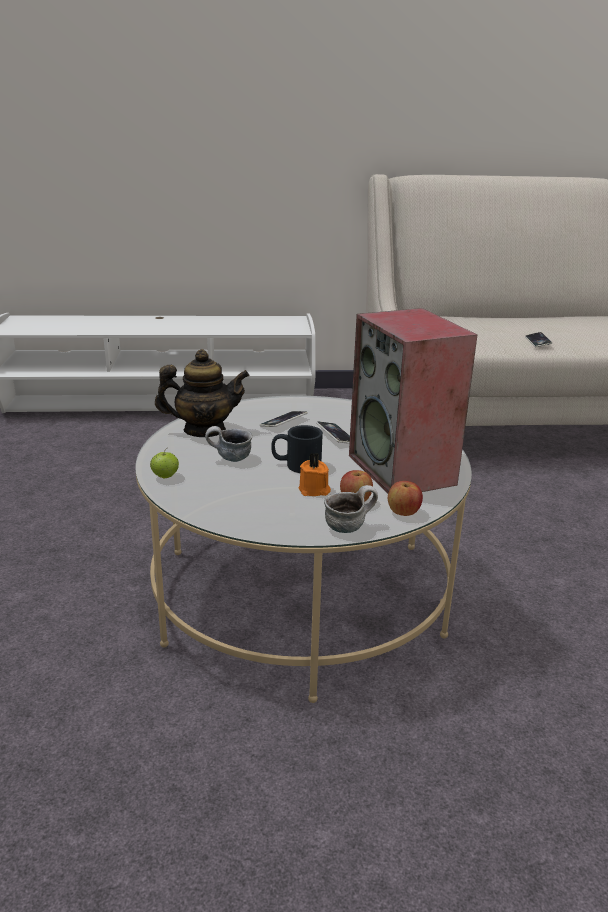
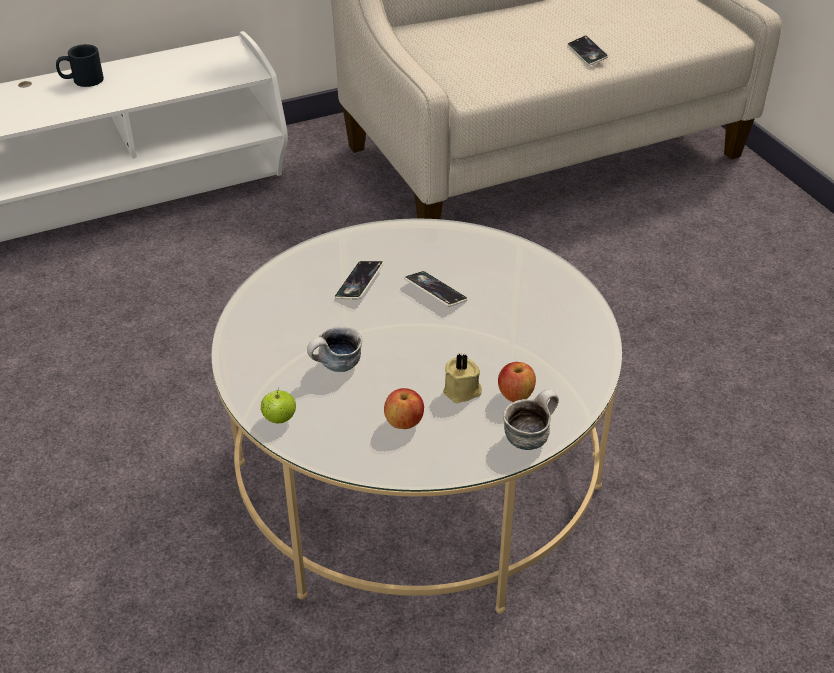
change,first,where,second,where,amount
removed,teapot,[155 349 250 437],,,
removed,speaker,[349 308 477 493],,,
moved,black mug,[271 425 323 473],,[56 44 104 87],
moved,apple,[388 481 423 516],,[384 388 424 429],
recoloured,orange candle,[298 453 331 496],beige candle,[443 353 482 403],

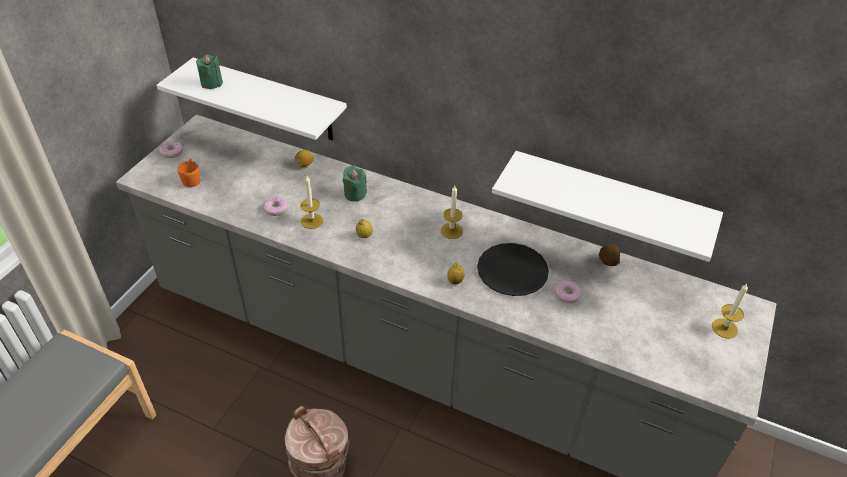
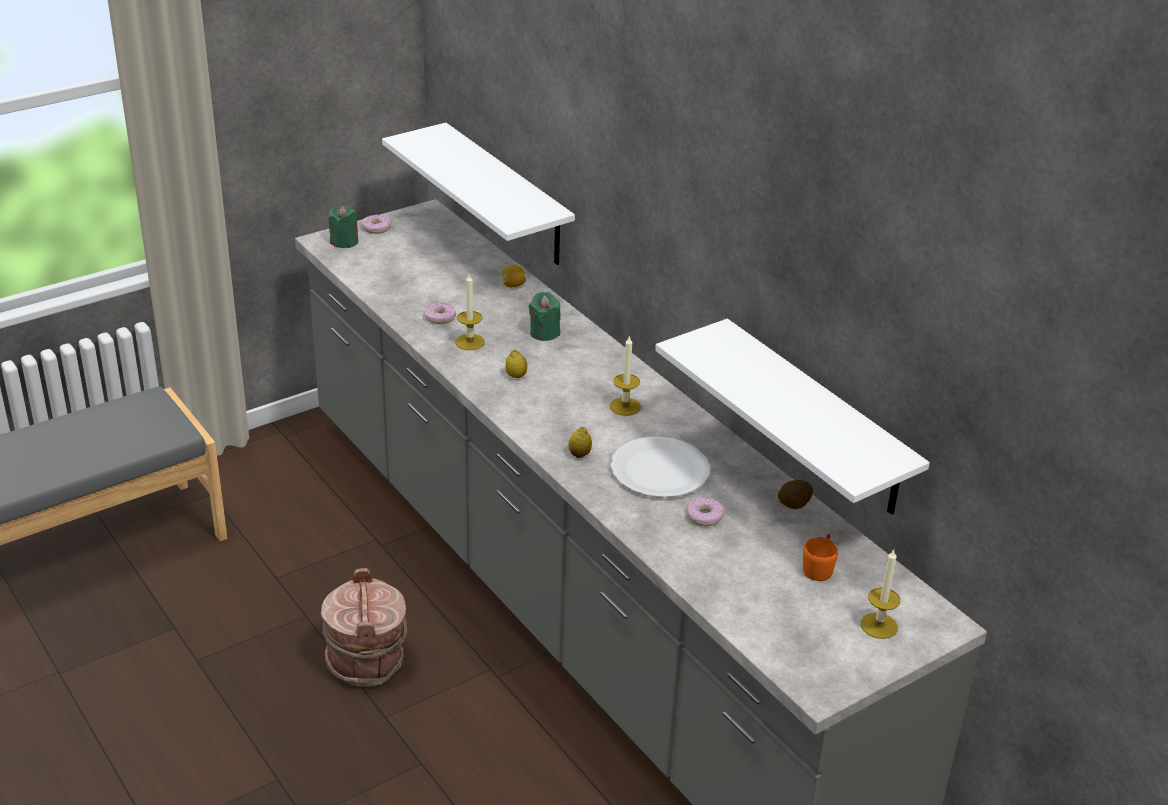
change,first,where,second,where,amount
moved,orange mug,[178 159 200 187],,[803 534 838 581],
moved,green candle,[196 55 223 89],,[329 206 358 248],
recoloured,black plate,[477 243 549 296],white plate,[610 436 710 498],

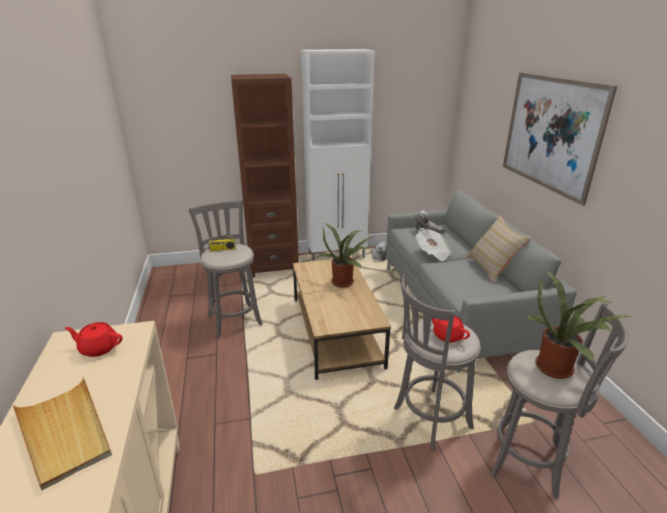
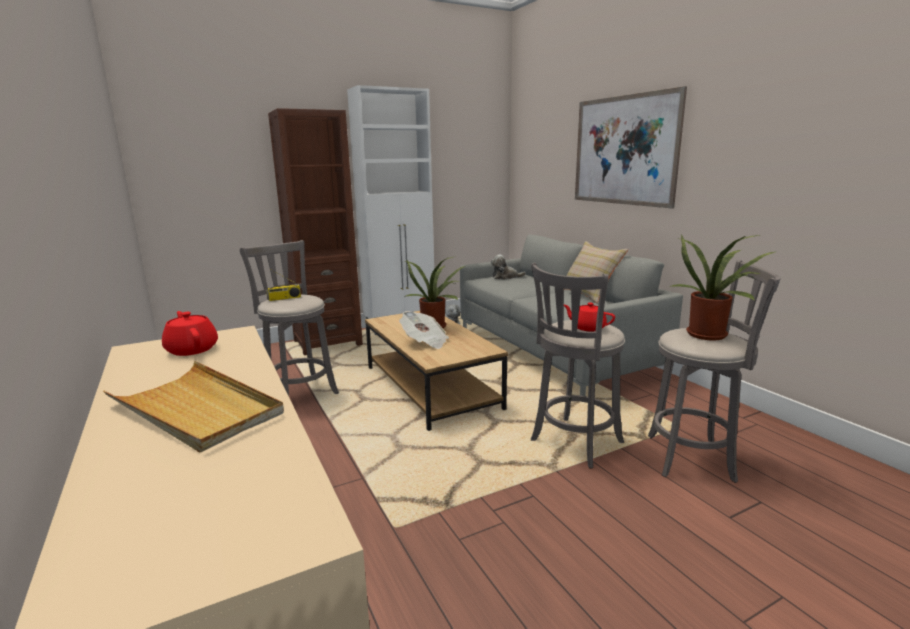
change,first,where,second,where,amount
moved,newspaper,[416 228 451 261],,[399 311 449 349],
turned,red teapot,[65 322 123 357],,[162 311 218 356],60 degrees clockwise

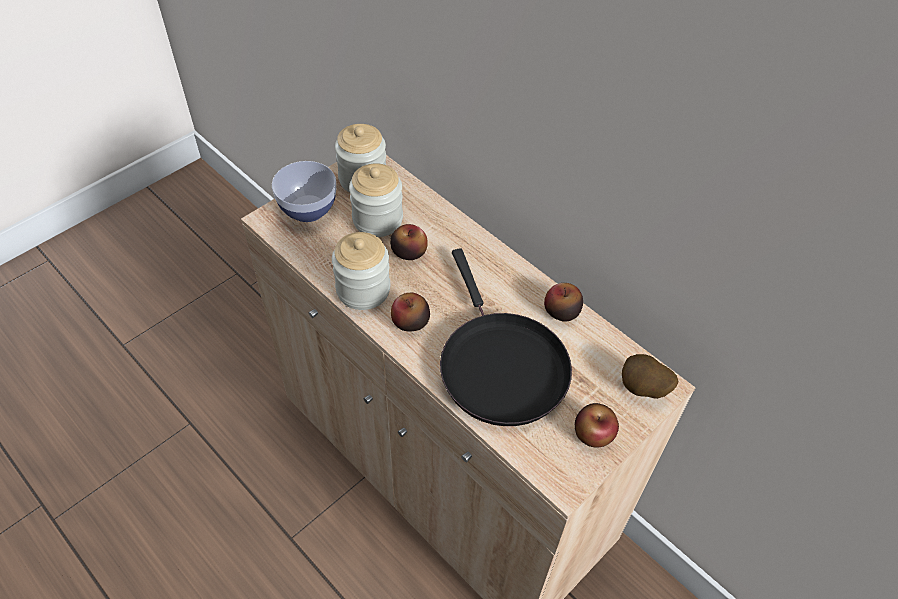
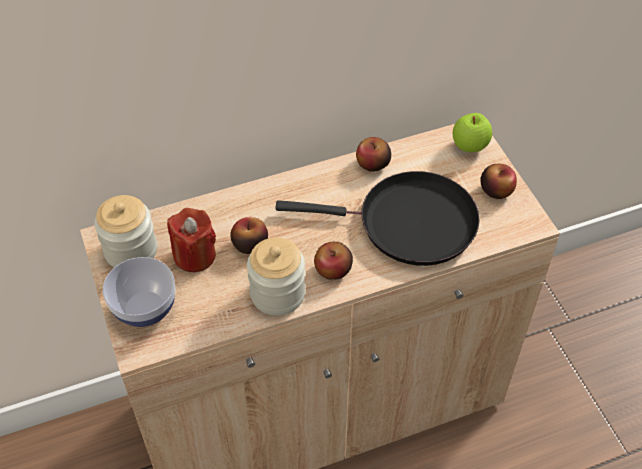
change,first,where,second,where,amount
replaced,jar,[349 163 403 237],red candle,[167 208 216 272],
replaced,potato,[622 354 678 399],apple,[453 113 492 152],

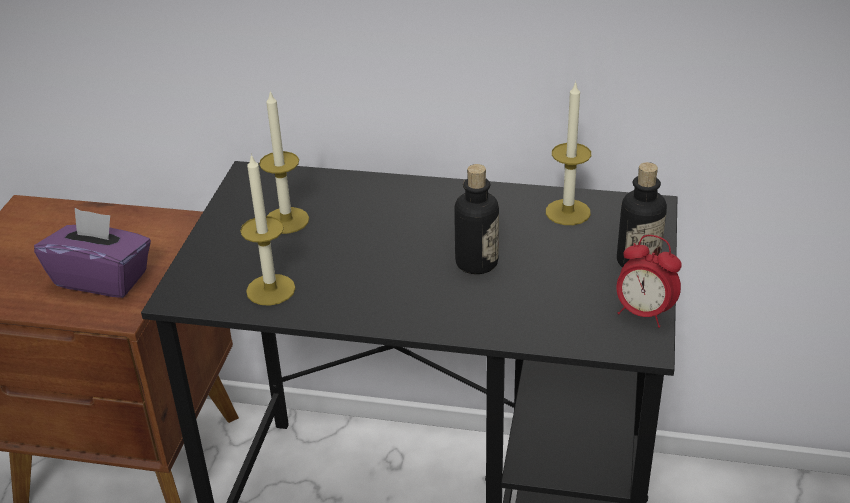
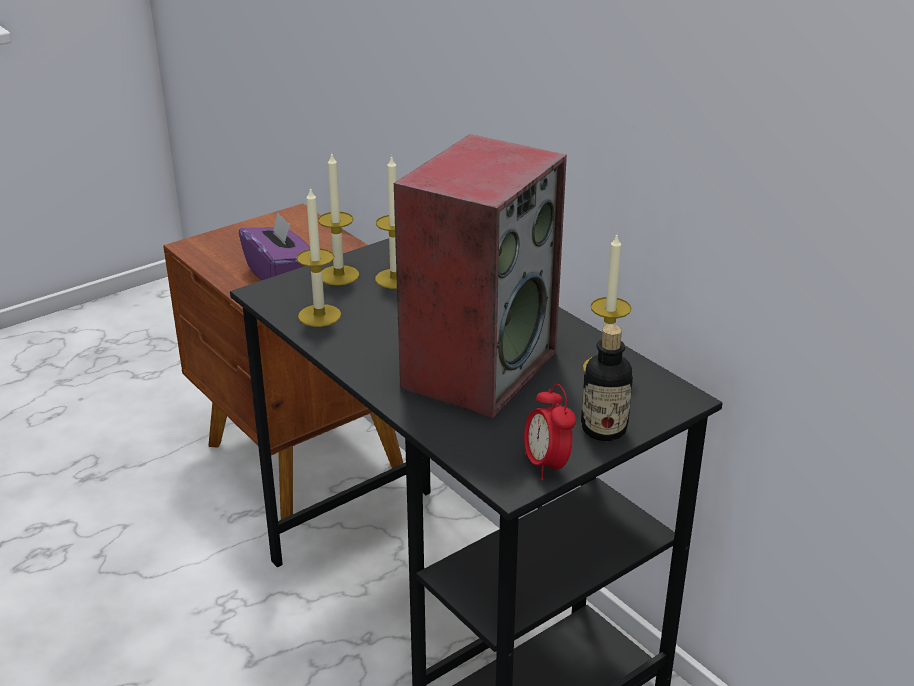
change,first,where,second,where,amount
added,,,candle,[318 153 359 285],
replaced,bottle,[454 164 499 274],speaker,[394 134 567 419],

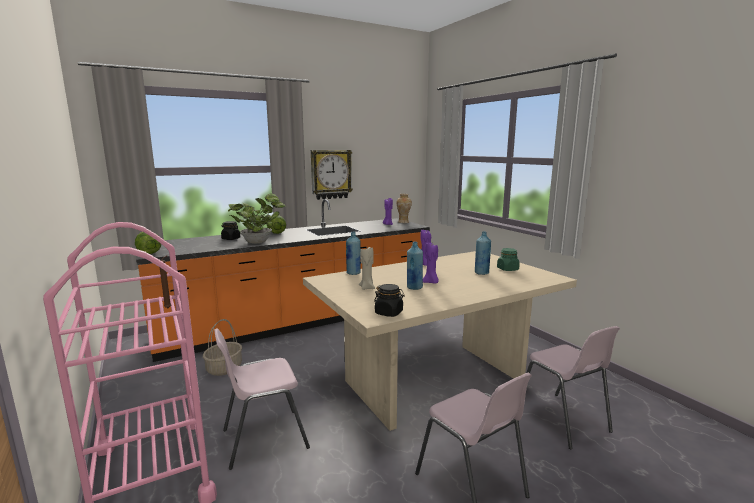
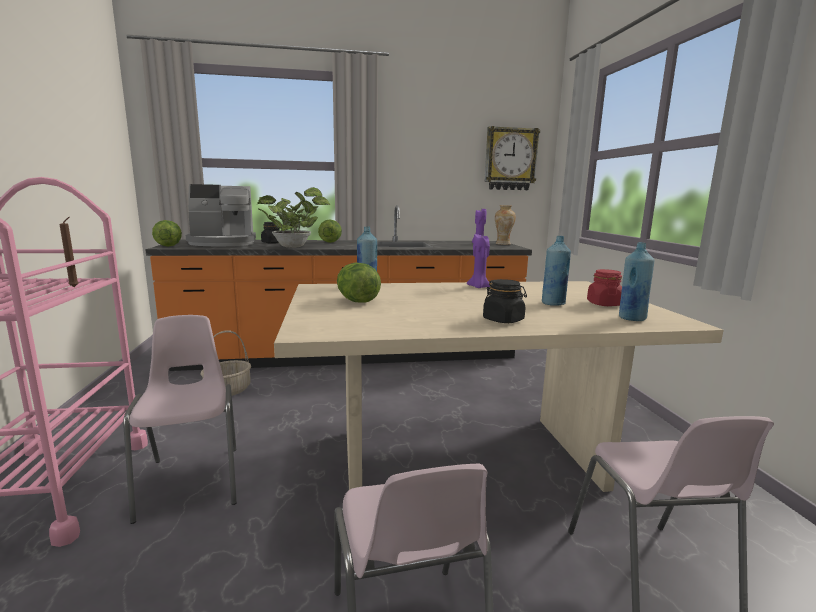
change,first,where,second,where,amount
removed,purple candle,[423 243 439 283],,,
added,,,coffee machine,[186 184 256 246],
moved,wall clock,[311 150 353 200],,[484 126 540 190],
moved,black jar,[374 284 405 317],,[483 279 527 323],
moved,blue bottle,[407 242 423 290],,[619 242 654 321],
replaced,beige candle,[359 247 375 290],lettuce,[337 263 381 303],
recoloured,green jar,[497 248 520 271],red jar,[587 269 622 306],
turned,pink chair,[215 328 310 470],,[123 315 237 524],75 degrees clockwise

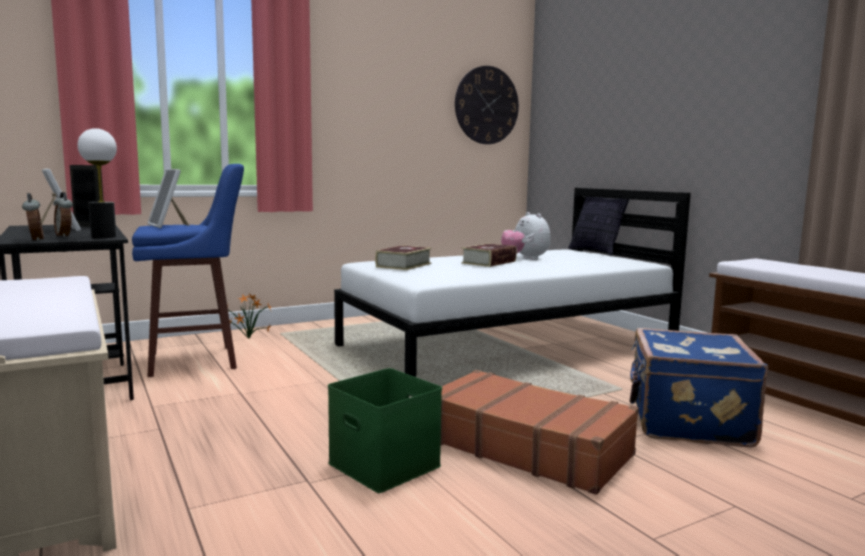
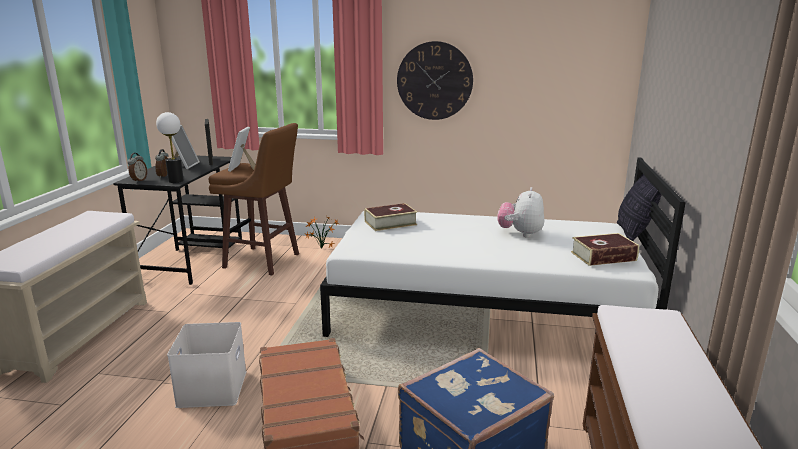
change,first,where,second,where,amount
moved,wall clock,[455 66 519 144],,[397 41 473 120],
moved,book,[461 243 517 267],,[571 233 639 266],
recoloured,blue stool,[132 164 244 377],brown stool,[208 123 299 275],
recoloured,green storage box,[328 368 442 493],white storage box,[167 322 246 408],

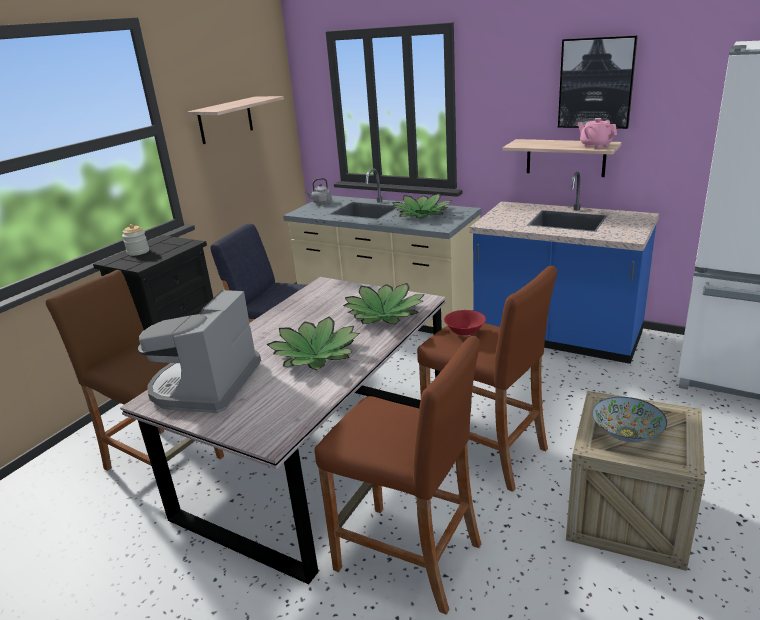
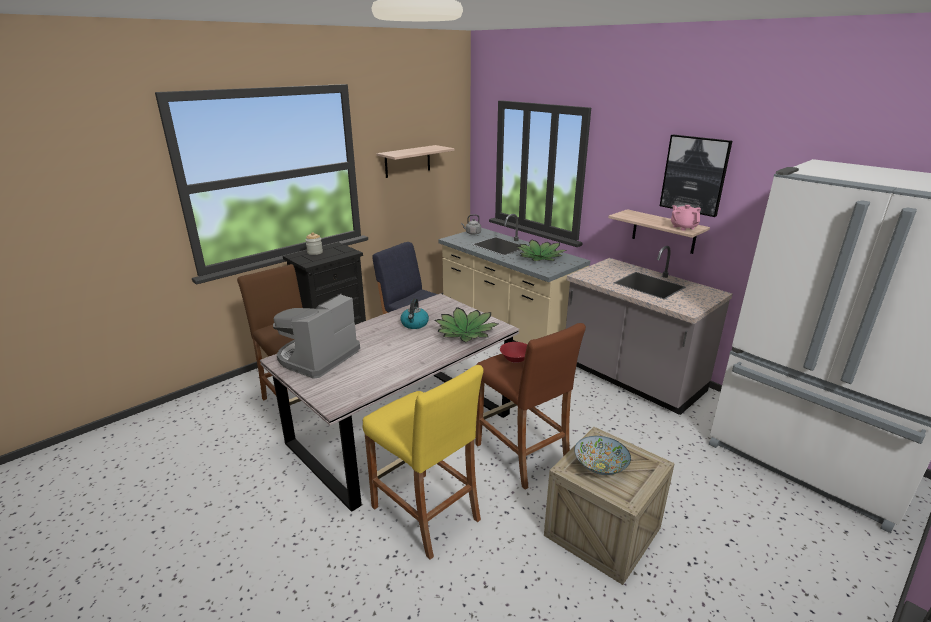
change,first,where,second,where,amount
removed,potted plant,[266 316 360 370],,,
added,,,kettle,[400 299 429 329],
recoloured,brown stool,[315 336 481 615],yellow stool,[363 365 483 560],
recoloured,blue counter,[470 172 659 364],grey counter,[566 246 733 415],

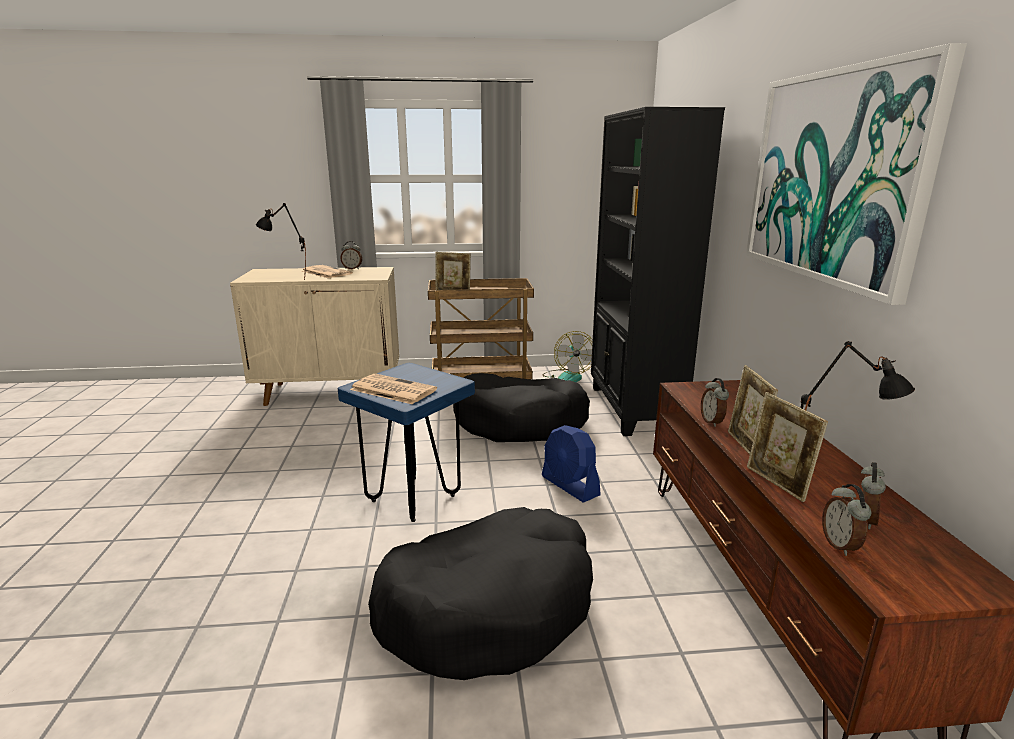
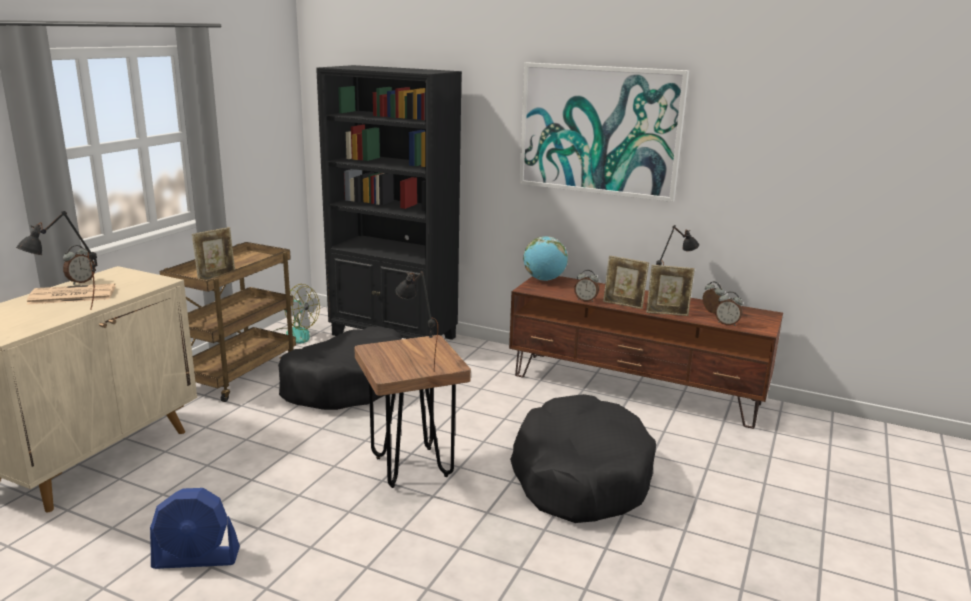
change,first,where,second,where,amount
added,,,globe,[523 236 568 281],
moved,blue fan,[542 425 601 503],,[150 488 240 569],
replaced,newspaper,[350 374 437 405],black table lamp,[396 271 438 371],
recoloured,blue stool,[338 363 475 522],brown stool,[354 335 471 488],

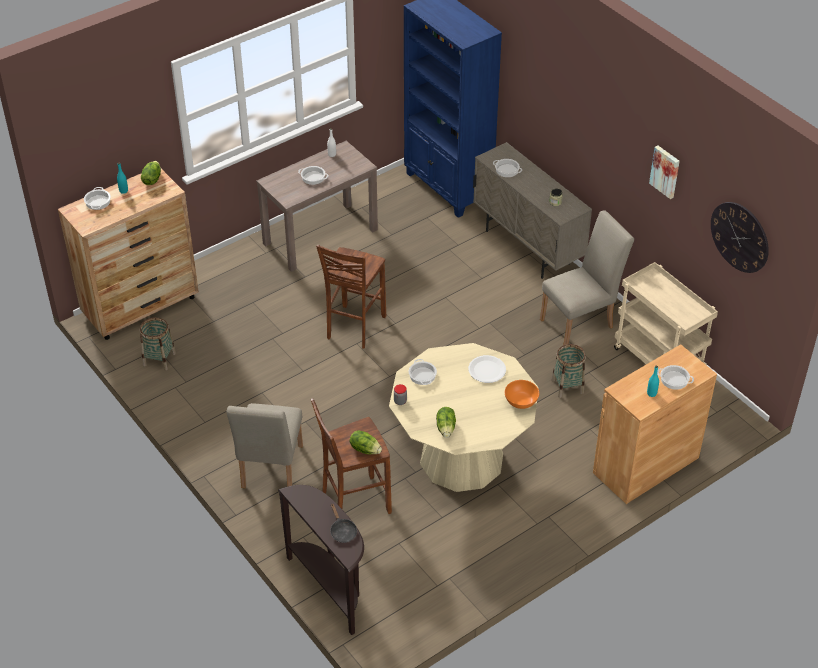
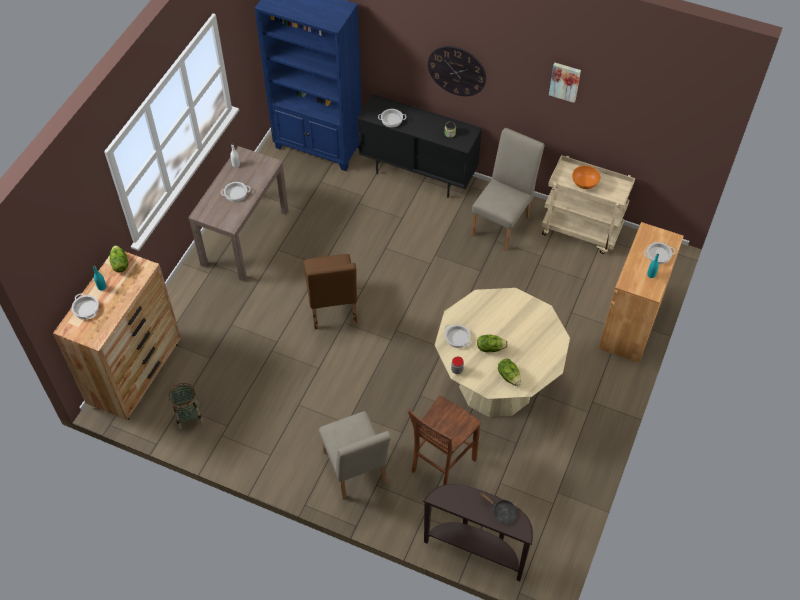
change,first,where,second,where,amount
removed,white plate,[468 355 506 383],,,
removed,basket,[552 344 586 398],,,
moved,lettuce,[349 430 382 454],,[477 334 508 352],
moved,orange bowl,[505 380 539 409],,[572 165 600 189],
moved,wall clock,[711 202 769 273],,[428 46 486 96],
replaced,brown stool,[316 245 386 349],brown chair,[304 254 357 329],
recoloured,beige cabinet,[473 142 592 279],black cabinet,[358 94 482 198],

